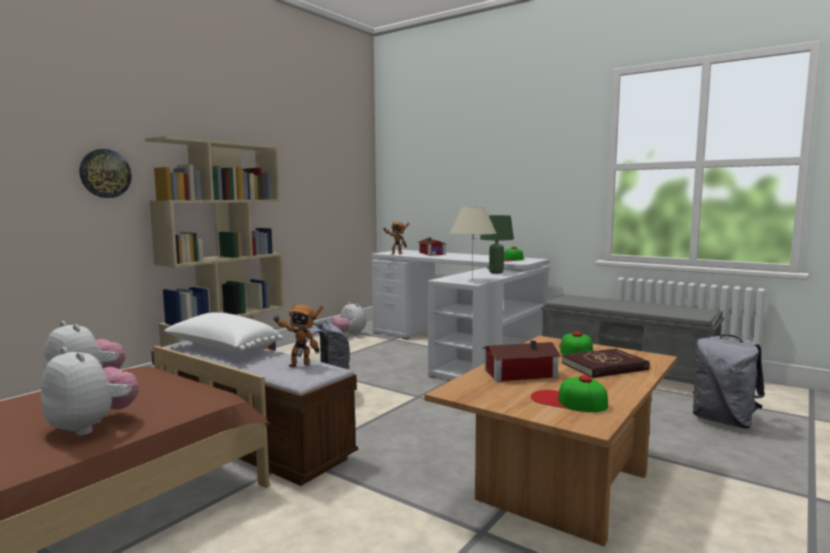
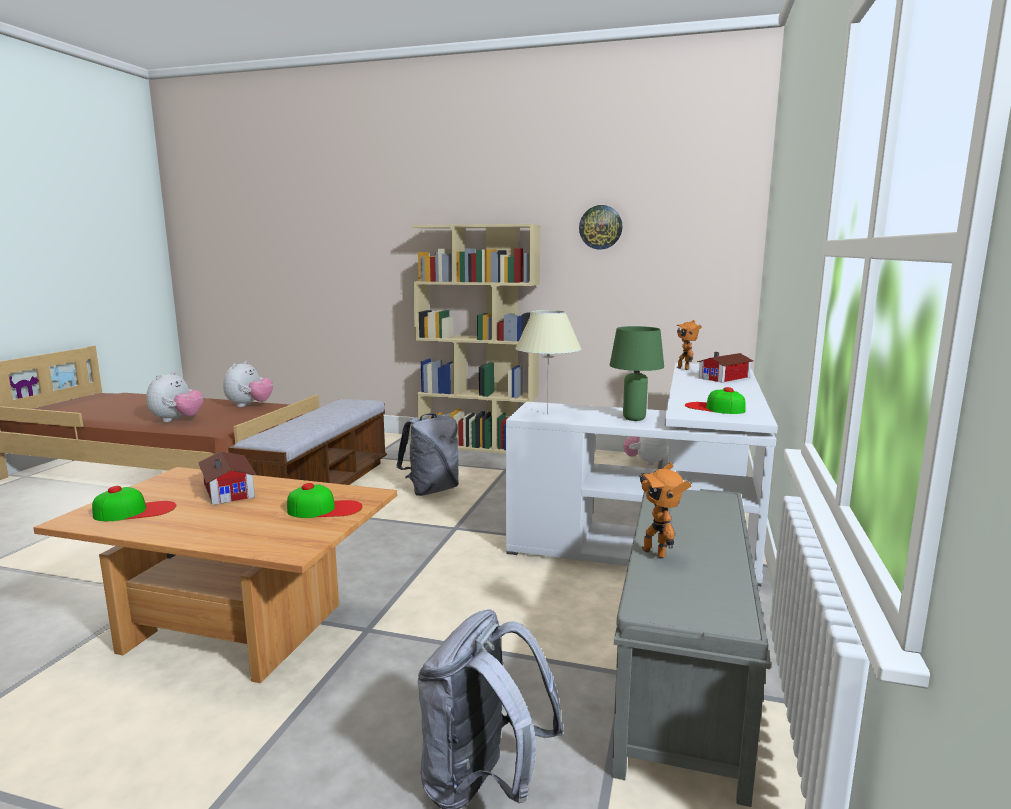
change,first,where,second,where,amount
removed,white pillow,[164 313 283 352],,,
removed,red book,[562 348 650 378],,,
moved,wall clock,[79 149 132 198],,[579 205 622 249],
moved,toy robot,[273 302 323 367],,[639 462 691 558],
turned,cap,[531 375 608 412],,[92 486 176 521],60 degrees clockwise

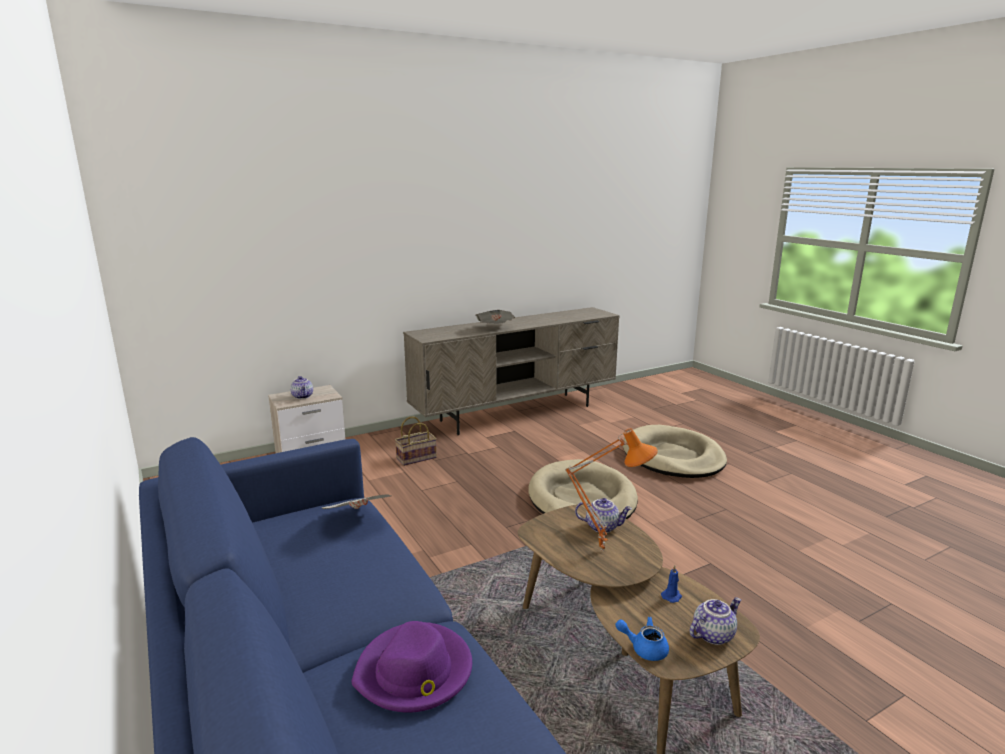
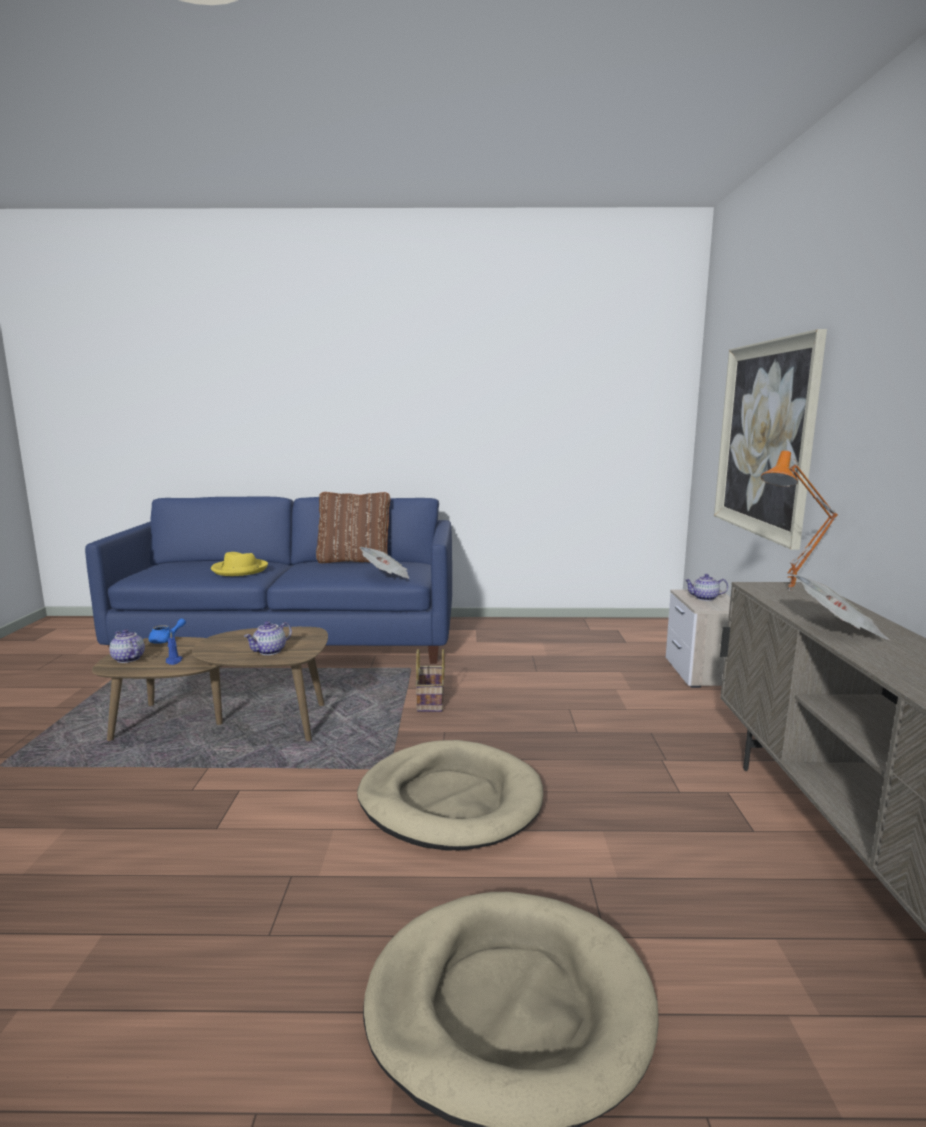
change,first,where,second,where,amount
added,,,brown pillow,[316 492 390 563],
added,,,picture,[714 329 827 550],
moved,basket,[395 416 437 466],,[415 649 445 712],
moved,orange table lamp,[565 428 658 552],,[761 451 838 591],
recoloured,purple hat,[352 621 472 713],yellow hat,[211 552 268 576],
turned,teapot,[690 597 741 645],,[109 629 145 663],135 degrees clockwise

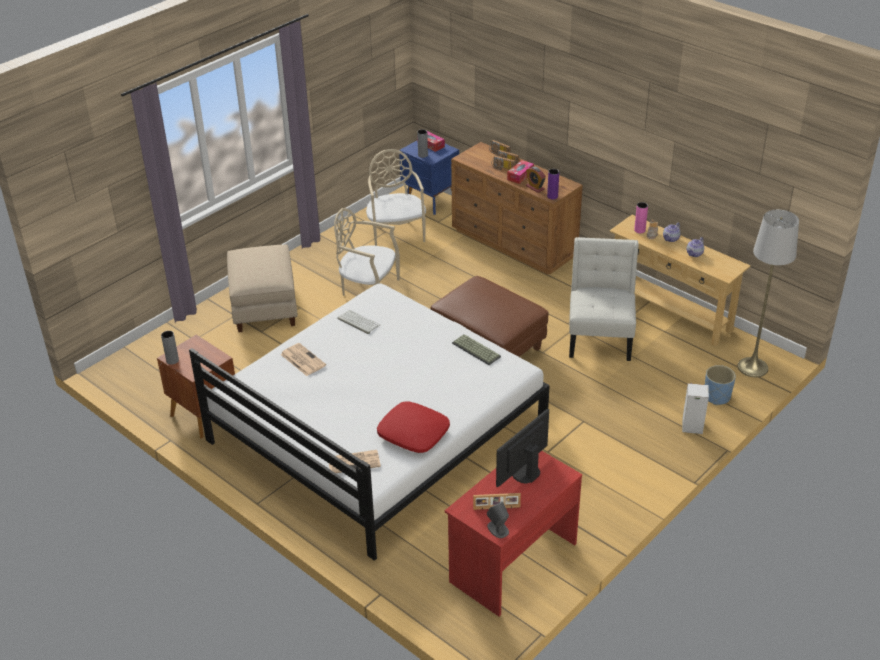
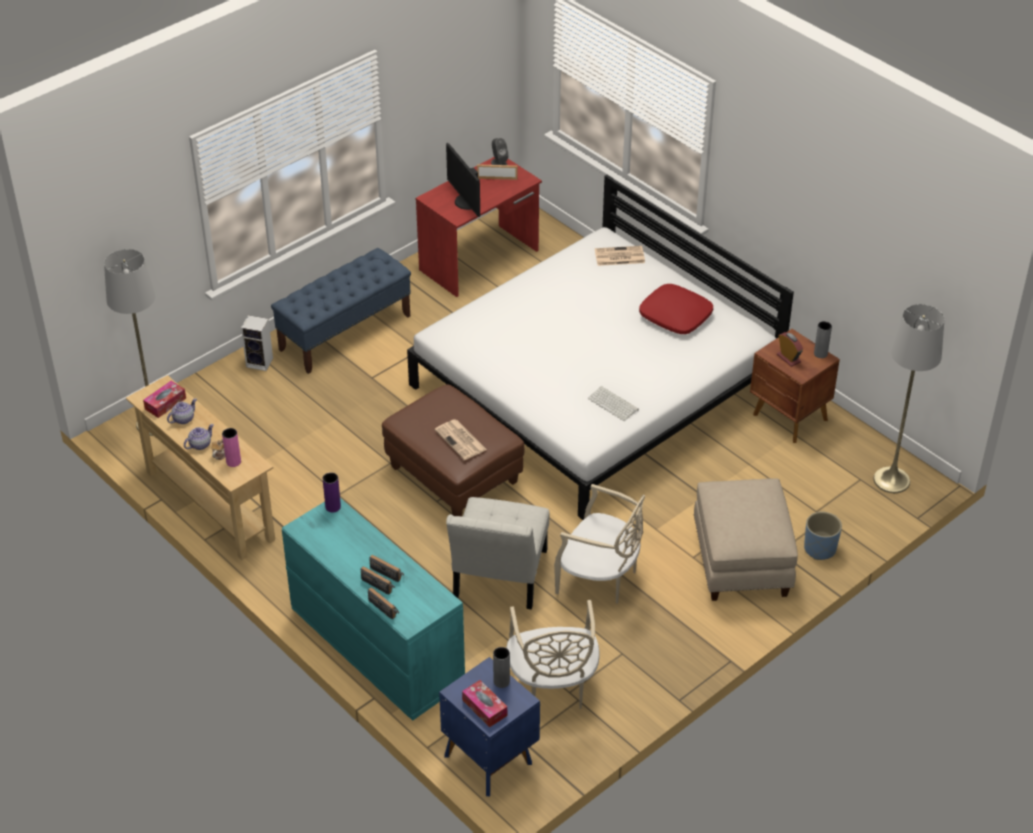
change,first,where,second,where,amount
removed,keyboard,[452 334 501 365],,,
added,,,blue bench,[271 248 411 374],
added,,,grey floor lamp,[873 304 944 493],
moved,newspaper,[280 343 326 376],,[435 419 487 460],
moved,red pillow,[377 401 450 453],,[639 284 713 334],
moved,tissue box,[507 160 534 184],,[143 381 186 418],
moved,alarm clock,[526 167 546 193],,[777 332 803 367],
moved,white chair,[569 237 639 361],,[446 497 549 610],
moved,blue planter,[705 365 736 405],,[804 512 842 560],
recoloured,brown dresser,[451 142 583 275],turquoise dresser,[282 498 465 721],
turned,monitor,[496 409 549 487],,[446 143 480 217],105 degrees clockwise

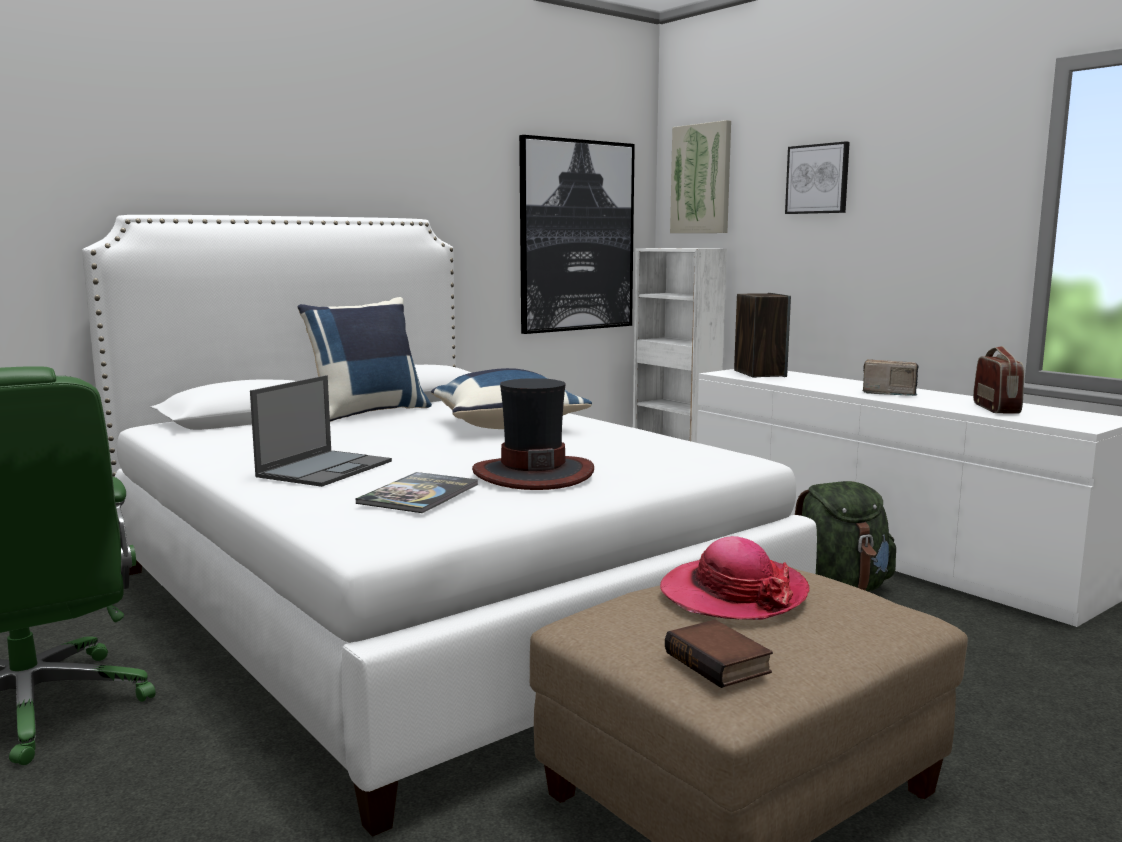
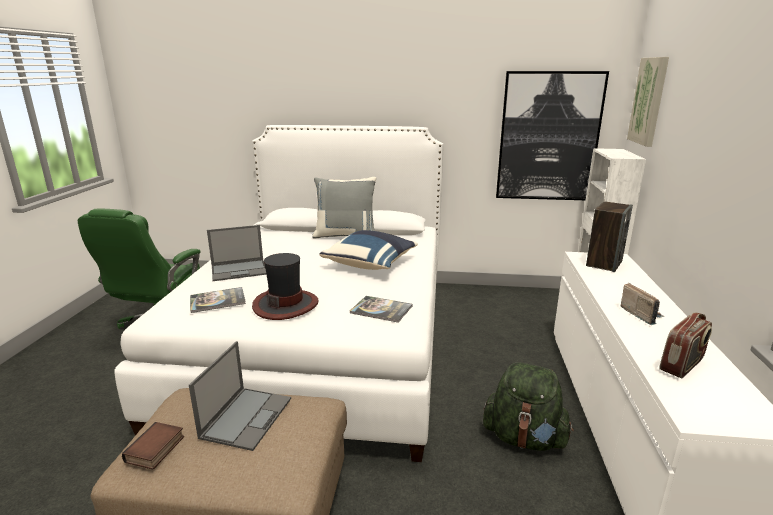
change,first,where,second,where,amount
removed,picture,[785 141 850 214],,,
added,,,book,[350 296 413 323],
replaced,hat,[660 536 810 620],laptop,[189 341 291 451],
recoloured,blue pillow,[297 297 432 422],grey pillow,[312 177 376 239],

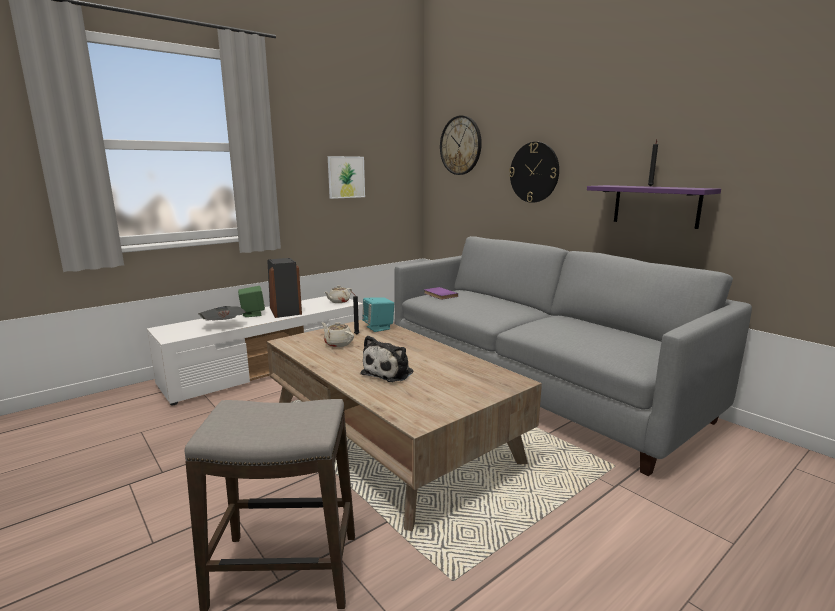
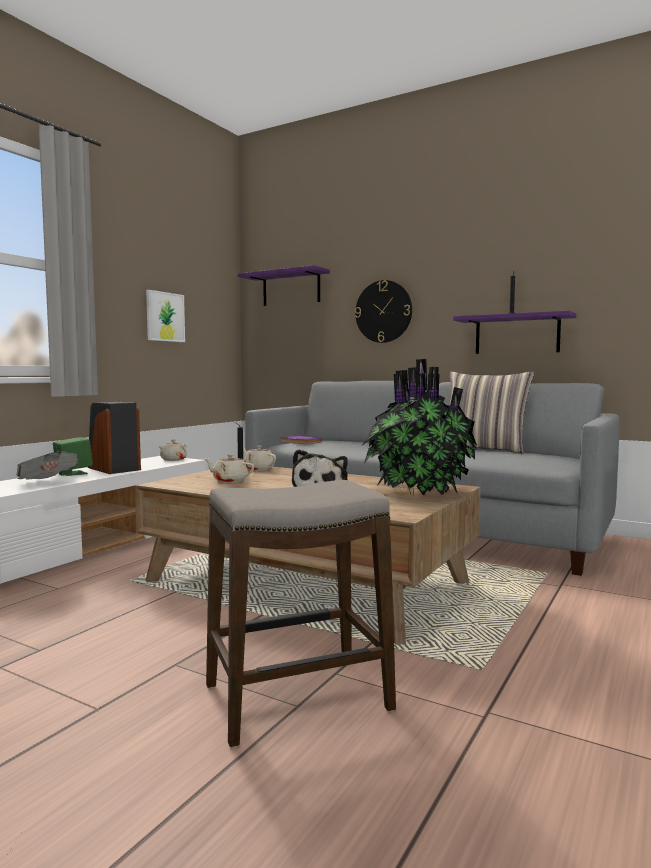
change,first,where,second,where,amount
added,,,potted plant,[361 359 477 496],
added,,,pillow,[448 372 534 453],
replaced,turquoise speaker,[362 297 394 332],beige teapot,[243 445 276 471],
replaced,wall clock,[440 115 482 175],purple shelf,[238 265 330 306],

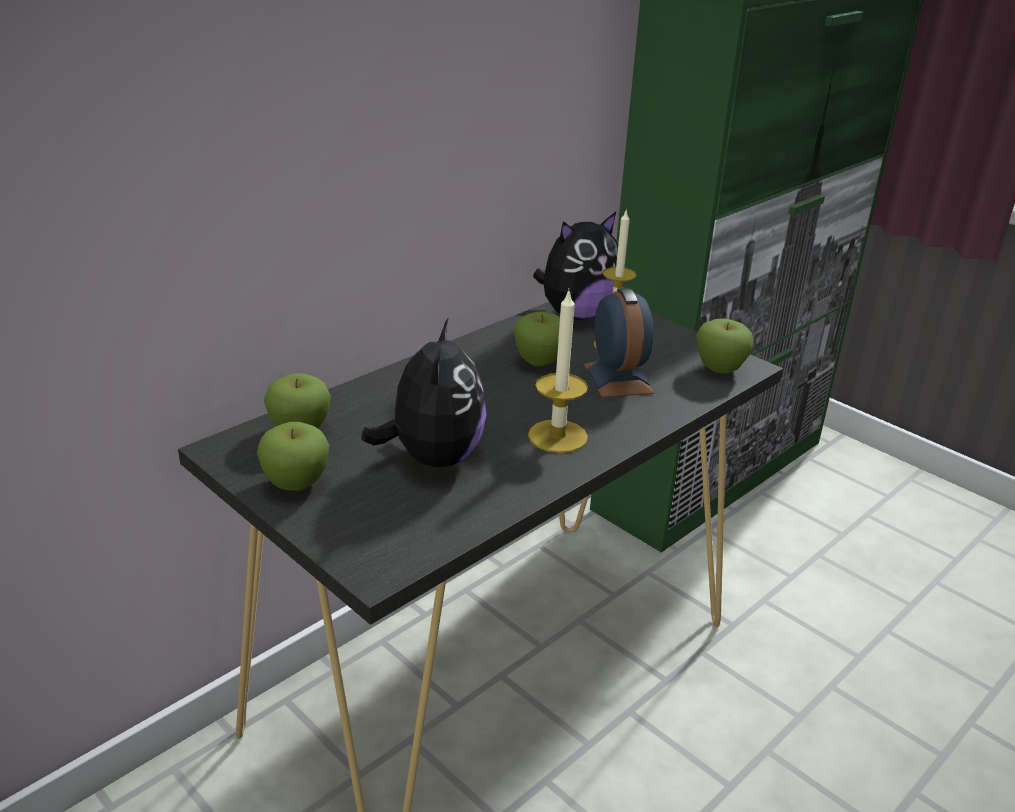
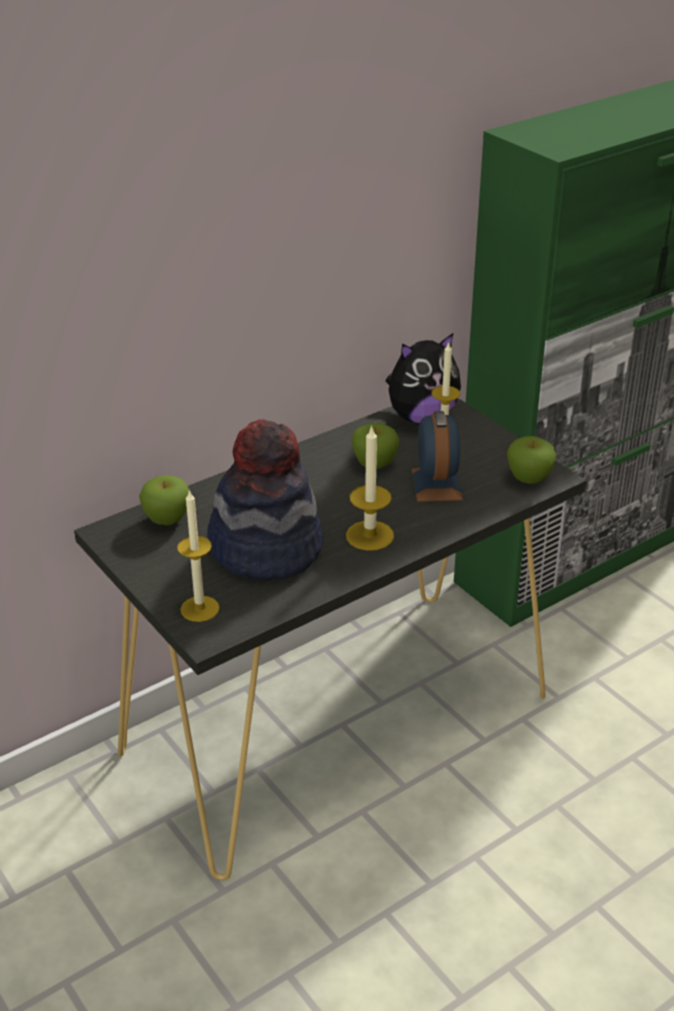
change,first,where,second,where,amount
removed,apple,[257 422 329 491],,,
added,,,candle,[177 489 220 622],
replaced,plush toy,[361 317 486 467],hat,[207 419 323 580],

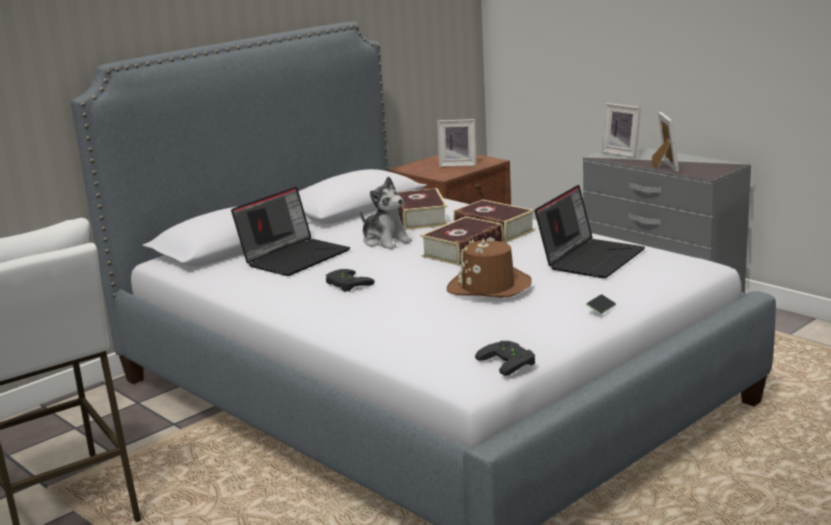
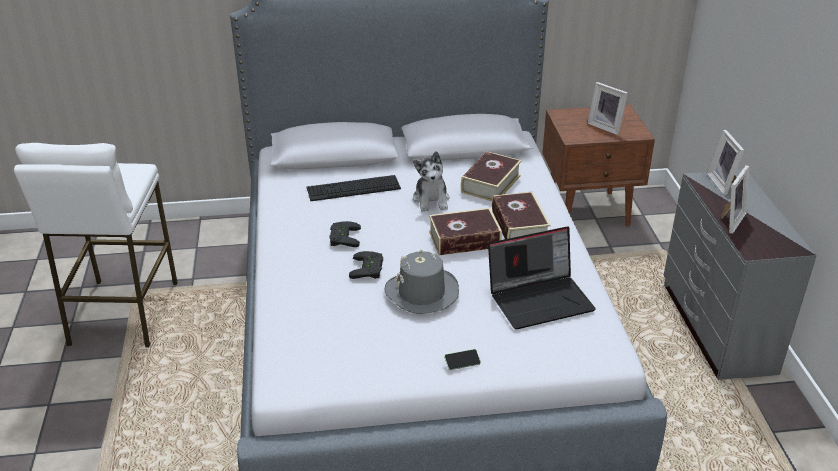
change,first,where,second,where,amount
moved,black game controller,[475 341 535 376],,[349 251 383 279],
replaced,laptop,[231 187 350 276],keyboard,[307 175 401 201],
recoloured,brown hat,[447 237 532 298],grey hat,[384 249 459 314],

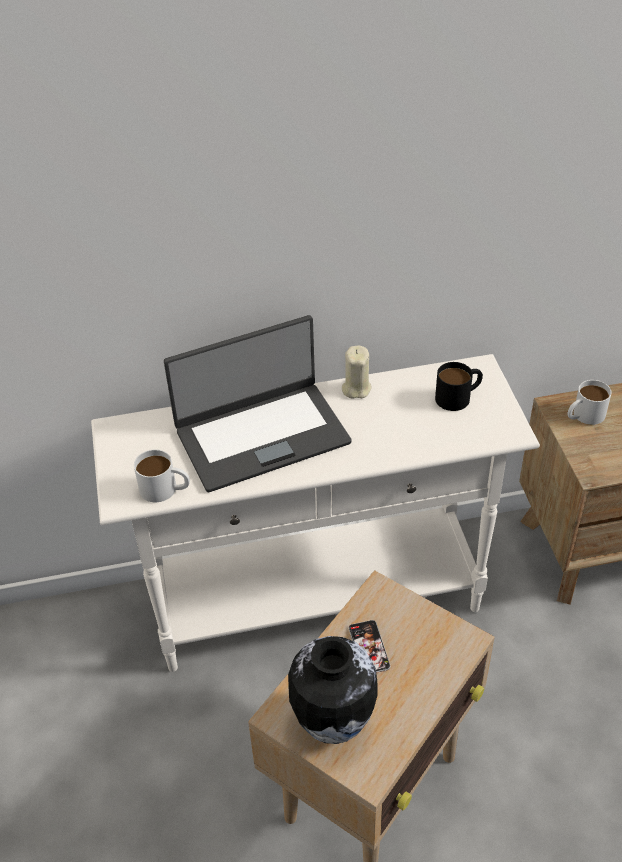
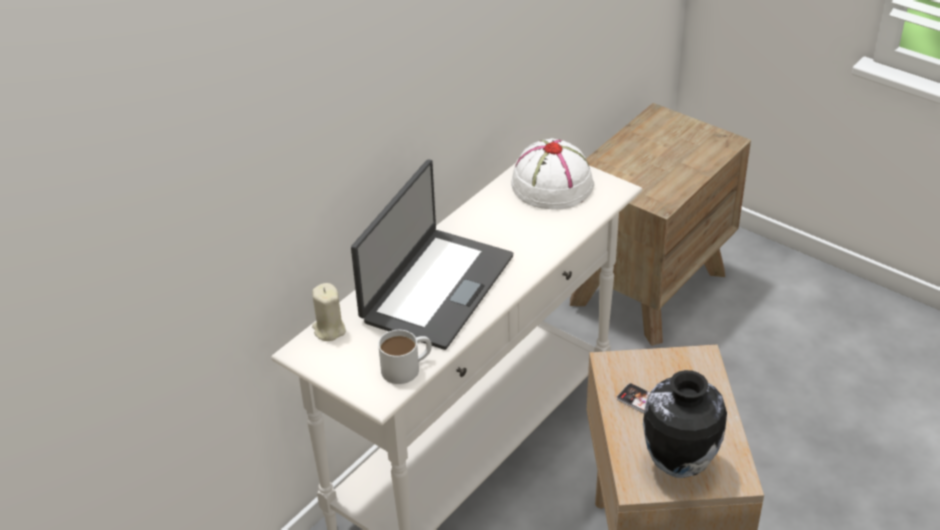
change,first,where,second,where,amount
removed,white mug,[568 380 612 425],,,
moved,beige candle,[342 346 372 398],,[312 283 346 341],
replaced,black mug,[435 362 483 411],white hat,[511 138 595 210],

